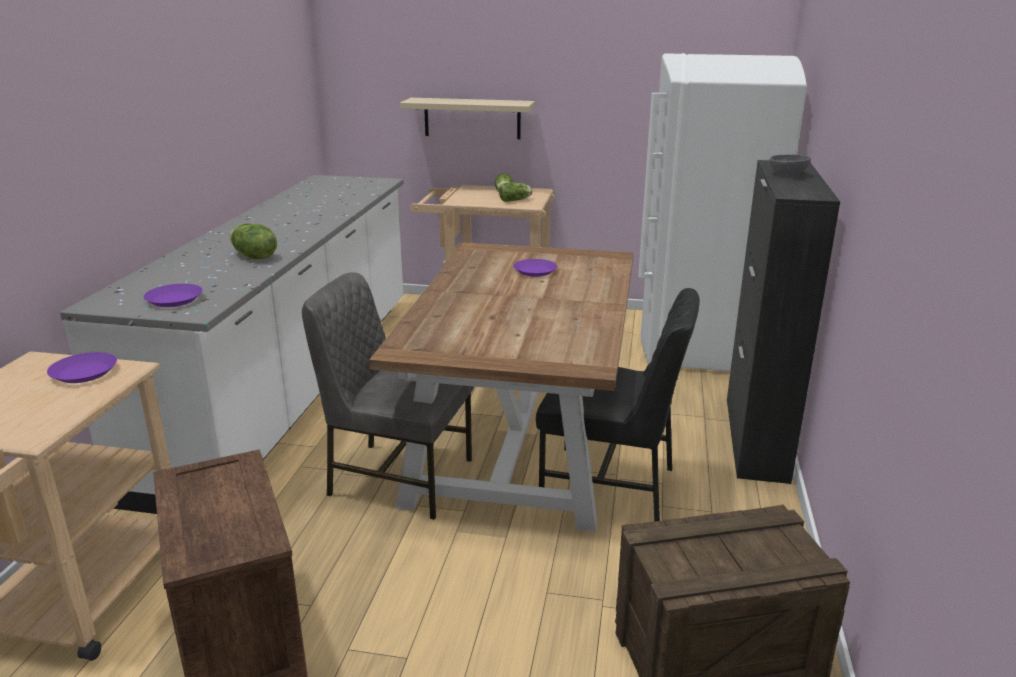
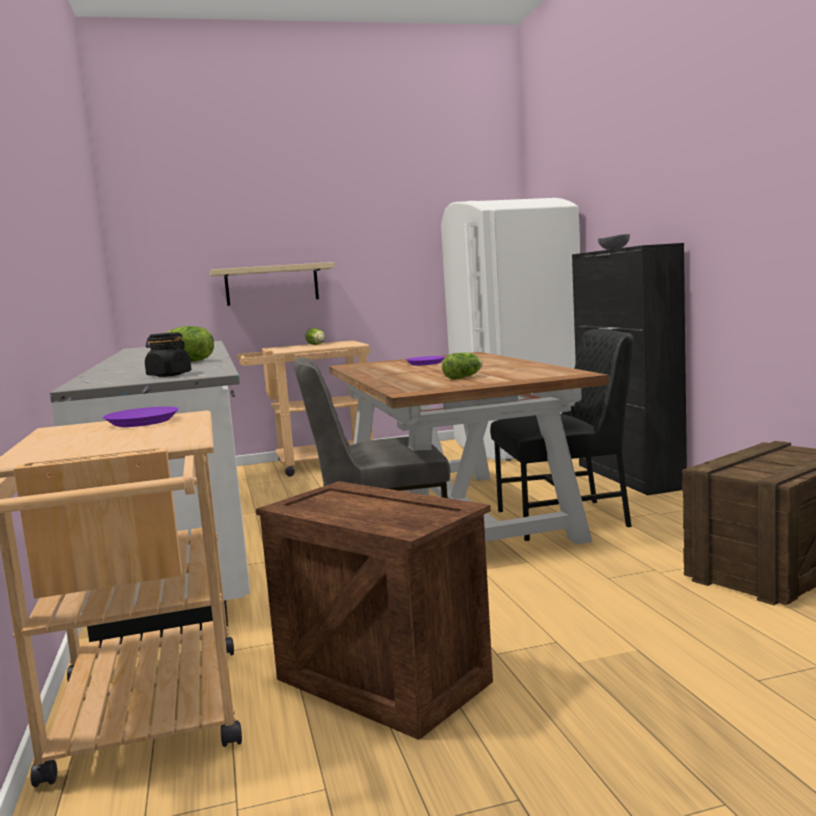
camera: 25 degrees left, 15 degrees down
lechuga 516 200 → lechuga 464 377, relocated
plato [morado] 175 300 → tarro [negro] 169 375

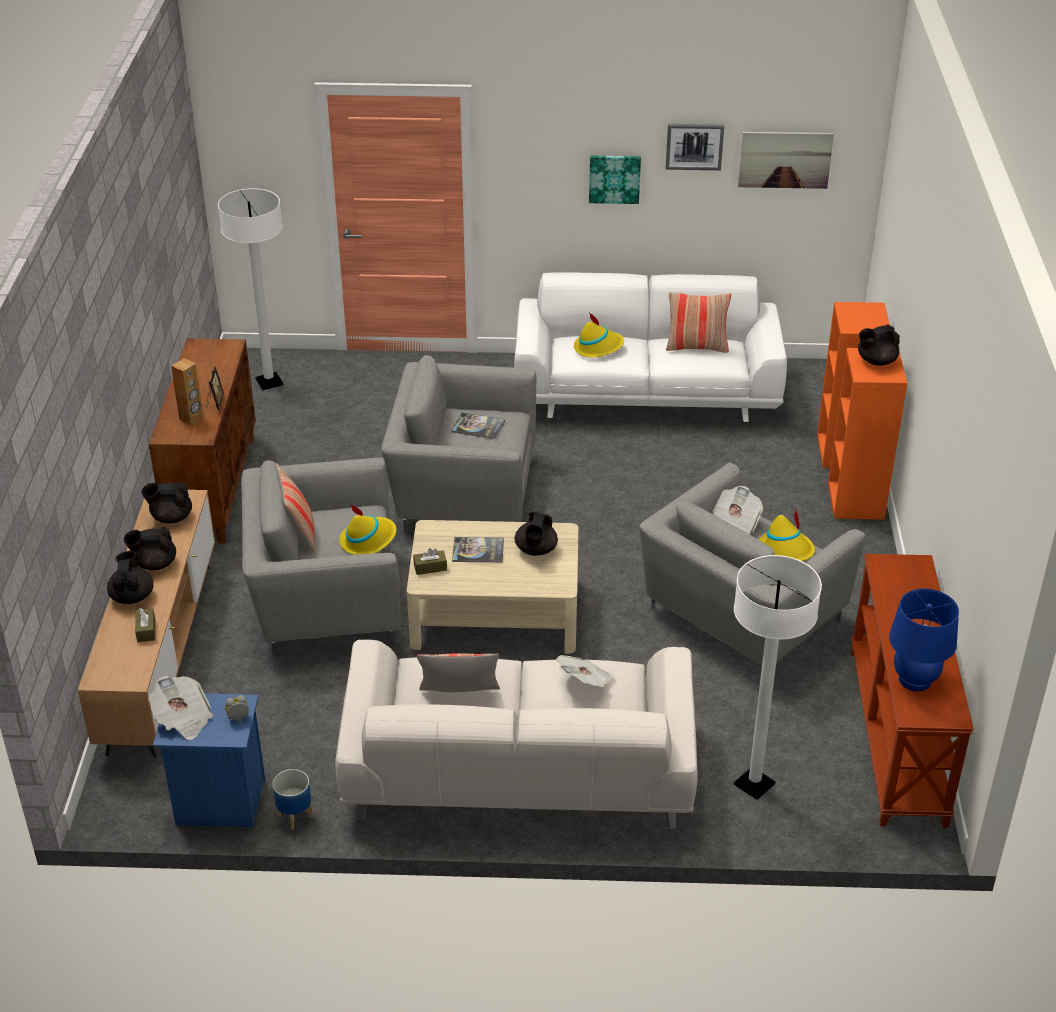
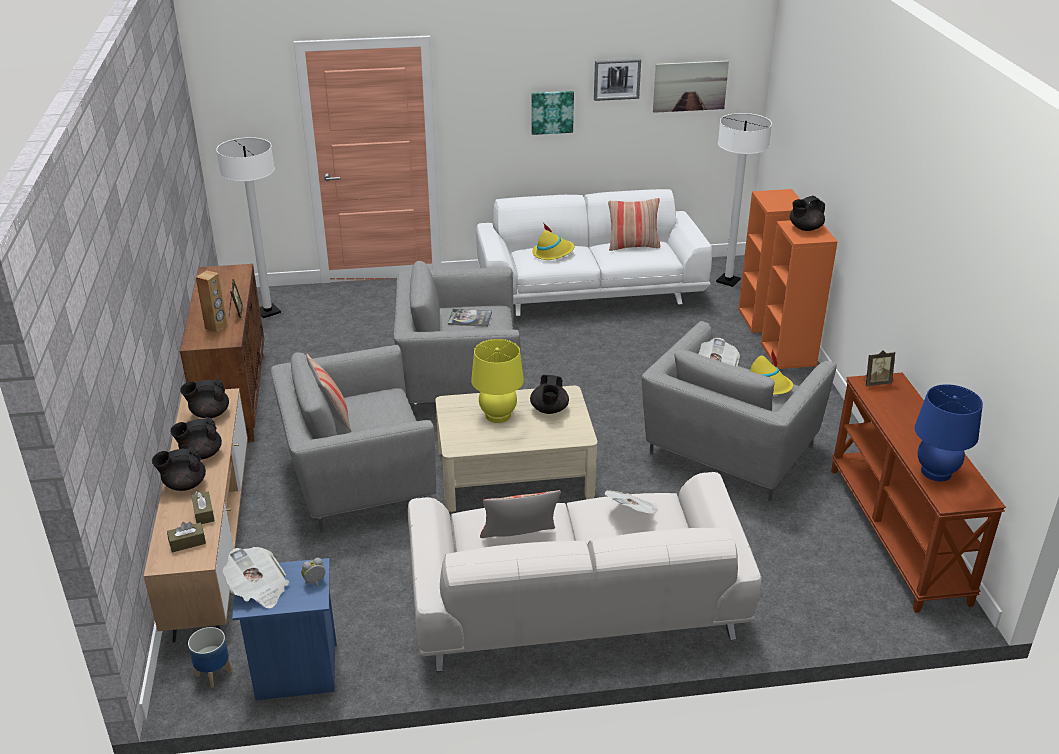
camera: 10 degrees left, 5 degrees down
sombrero [amarillo] 368 540 → -
- → portarretratos 875 382
maceta 294 816 → maceta 213 674, relocated
caja de pañuelos [marrón] 430 567 → caja de pañuelos [marrón] 187 542, relocated
lámpara de pie [blanco] 754 784 → lámpara de pie [blanco] 728 281, relocated
libro 478 550 → lámpara de mesa [amarillo] 498 415
tetera [negro] 132 596 → tetera [negro] 184 484, 90 degrees counterclockwise

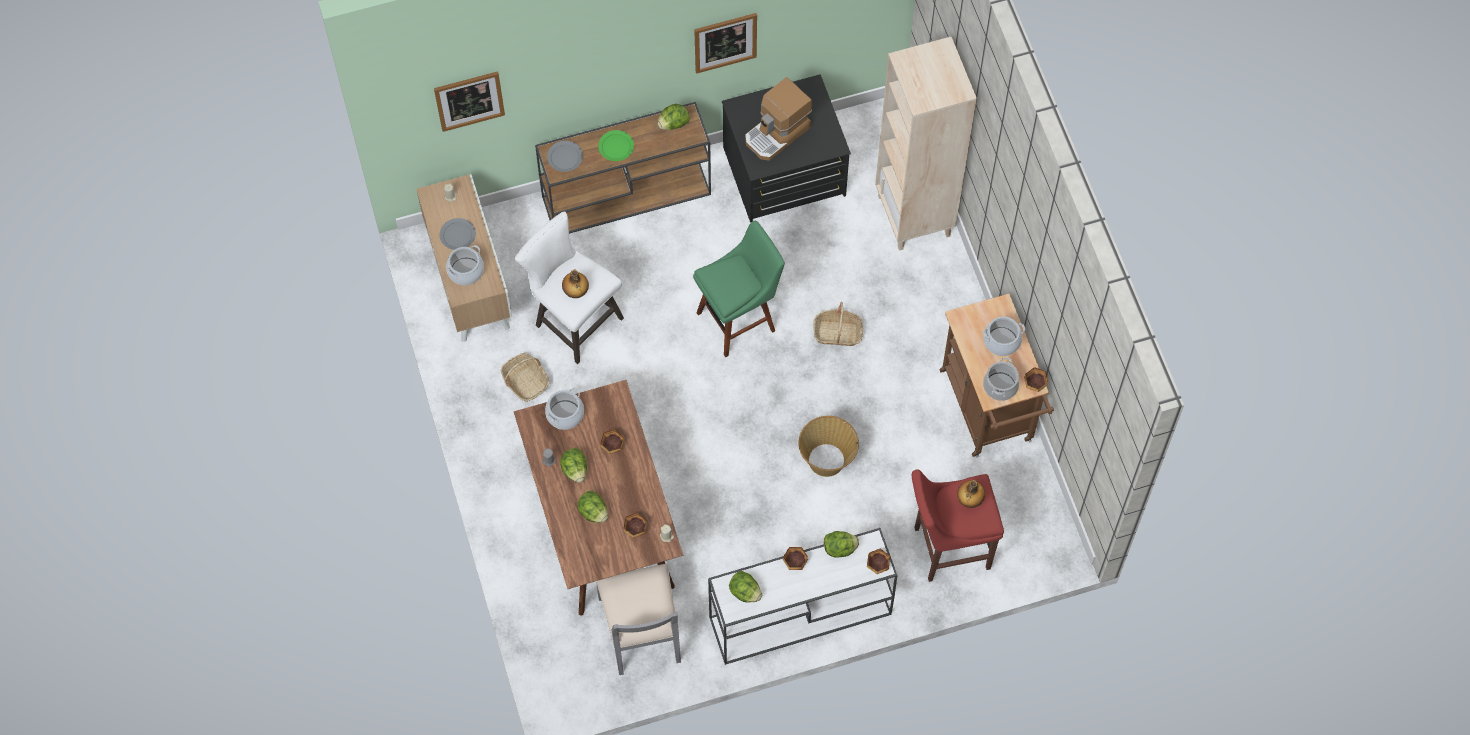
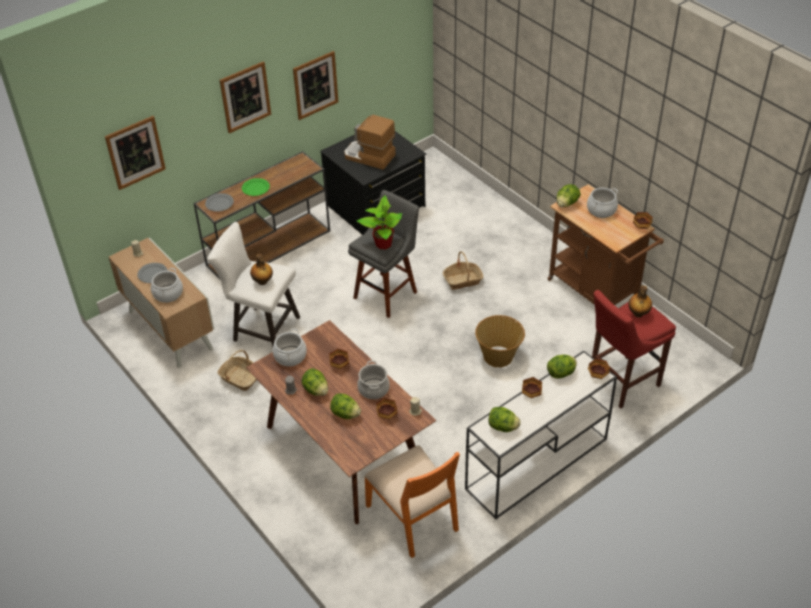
camera: 20 degrees left, 20 degrees down
estantería [beis] 915 216 → -
- → cuadro 245 97
- → planta en maceta 383 244
lechuga 673 124 → lechuga 566 204, relocated
olla 1000 386 → olla 374 389, relocated
silla [gris] 641 629 → silla [naranja] 413 517
taburete [verde] 739 319 → taburete [gris] 387 293
cafetera 777 134 → cafetera 369 157, 90 degrees clockwise

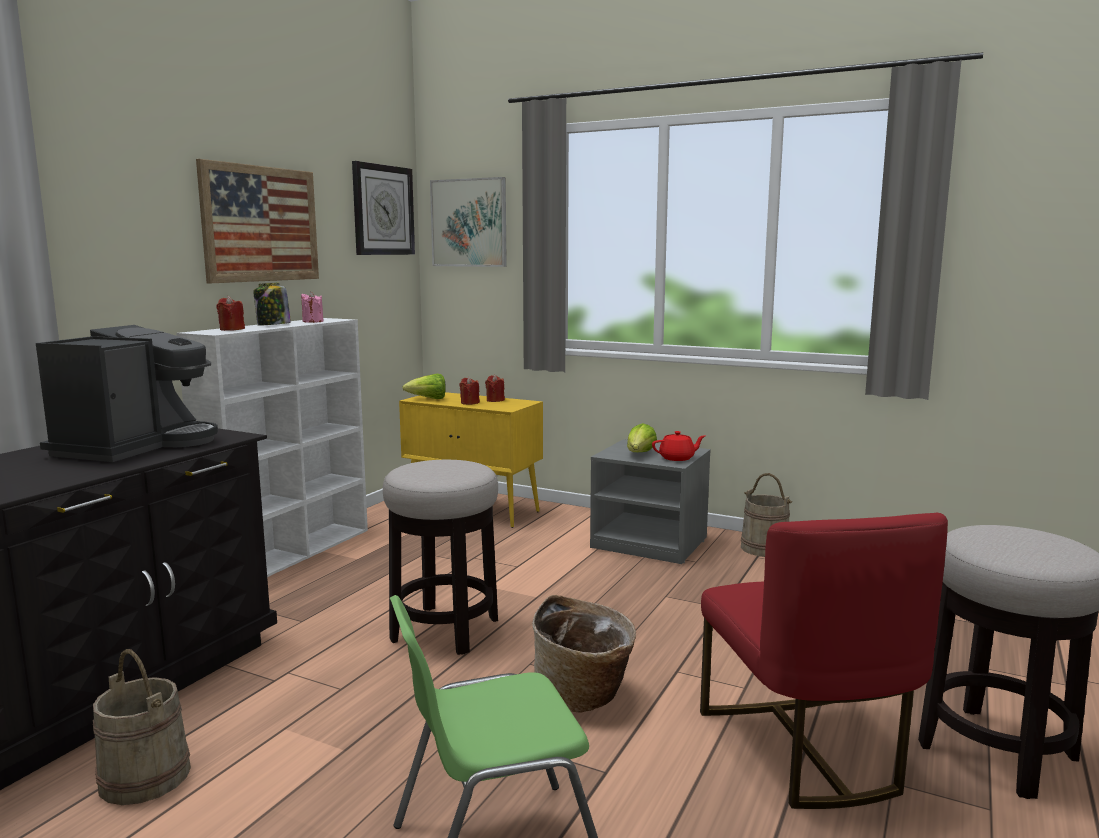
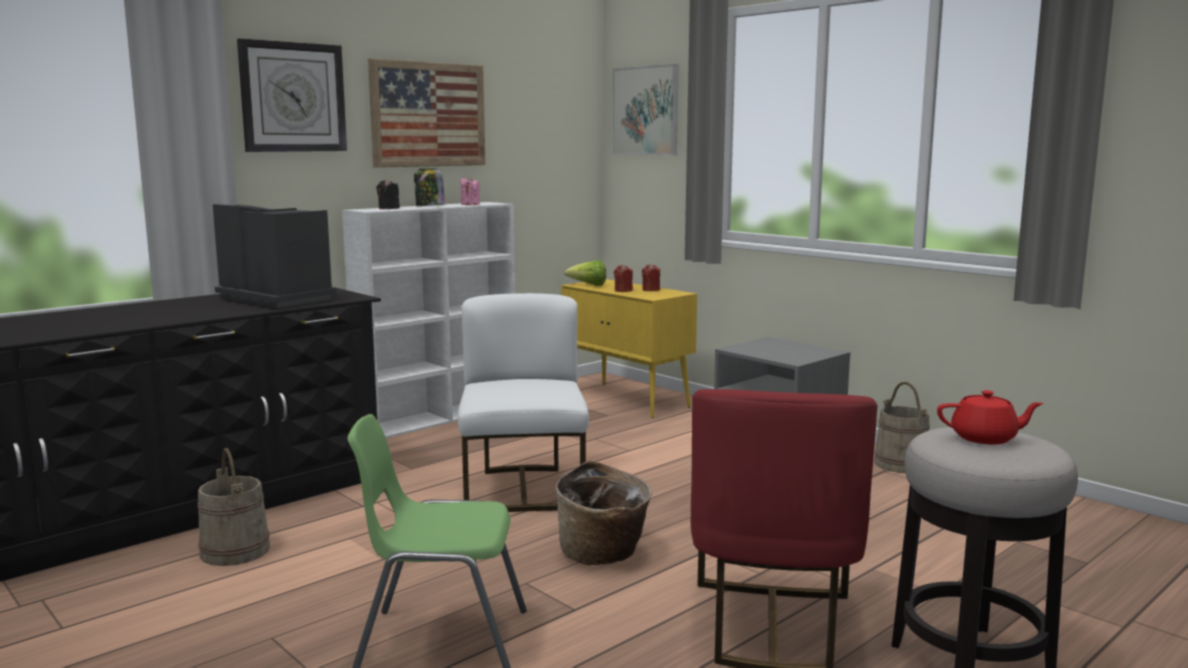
camera: 20 degrees right, 0 degrees up
lechuga 640 454 → -
reloj de pared 383 210 → reloj de pared 293 97, relocated
tetera [rojo] 677 458 → tetera [rojo] 985 438, relocated
taburete 445 630 → silla [blanco] 524 490
vela [rojo] 231 329 → vela [negro] 388 208
cafetera 137 445 → cafetera 277 299, 90 degrees counterclockwise

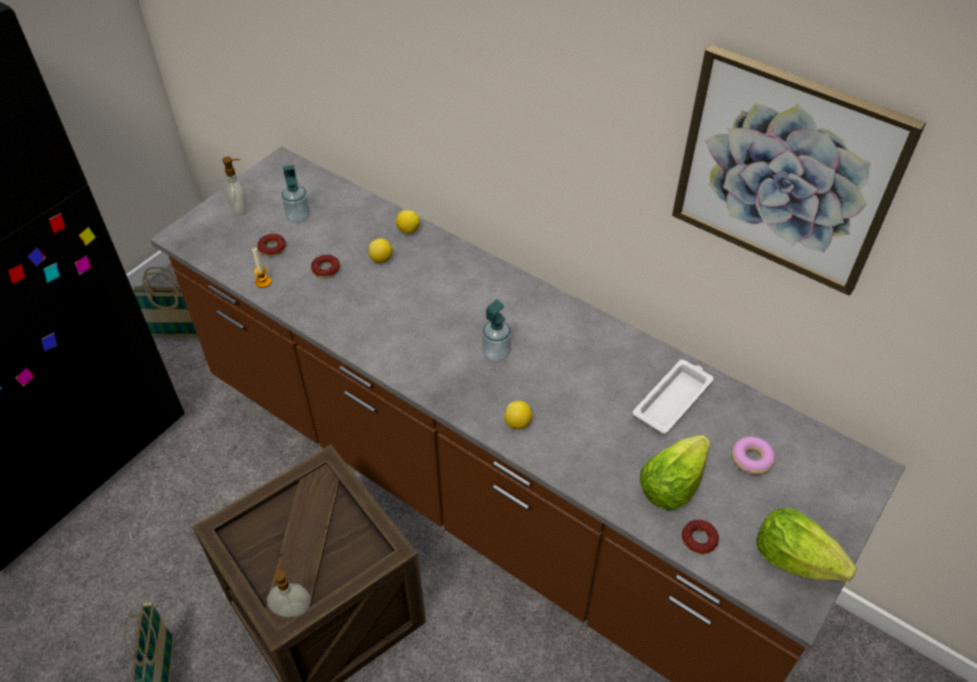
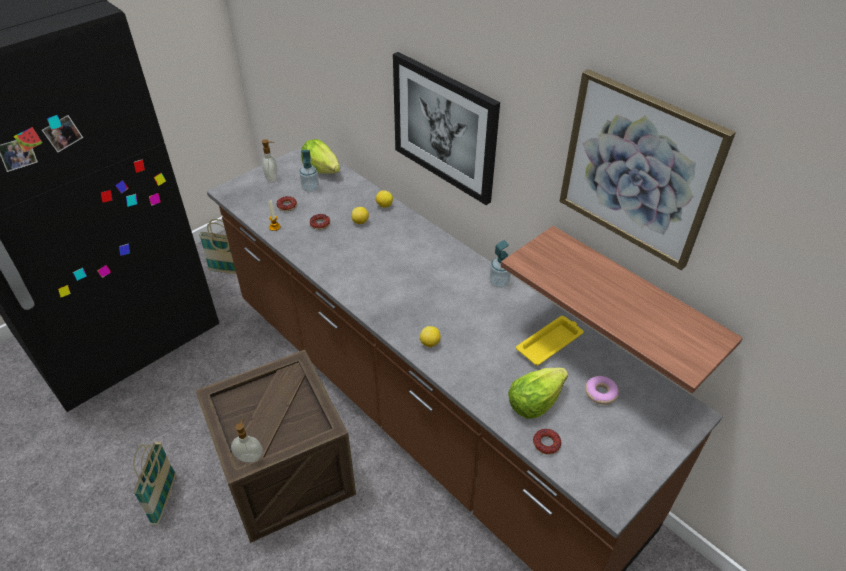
camera: 10 degrees right, 5 degrees down
- → cuadro 444 127
- → estante 632 300
dispensador de jabón 496 353 → dispensador de jabón 499 282, relocated
lechuga 794 558 → lechuga 321 169, relocated
bandeja [blanco] 673 399 → bandeja [amarillo] 550 343

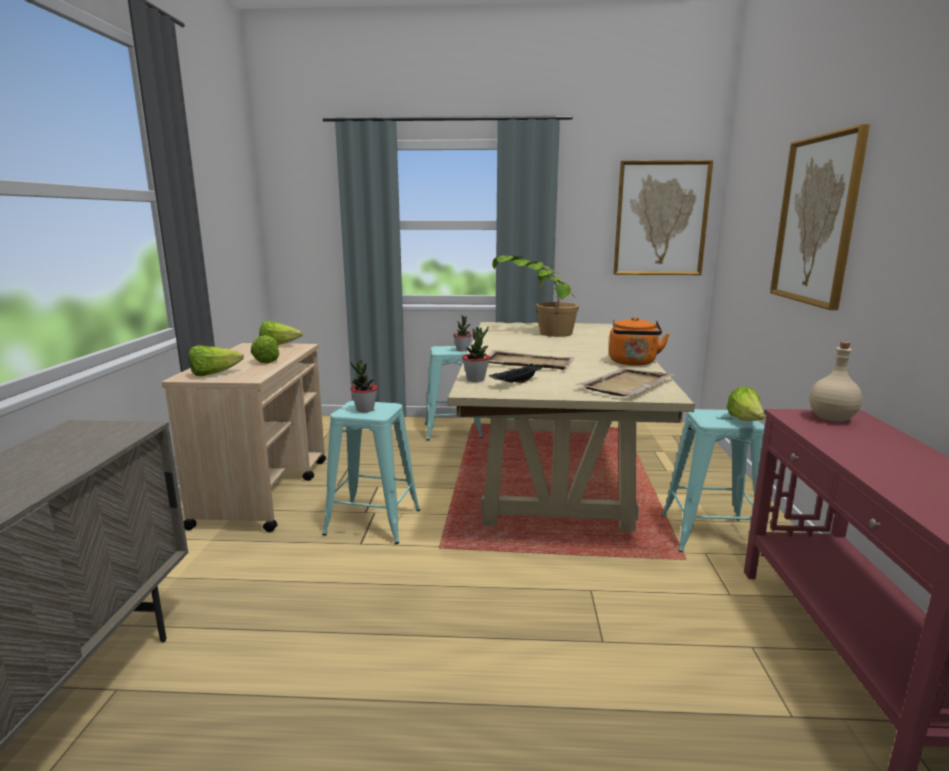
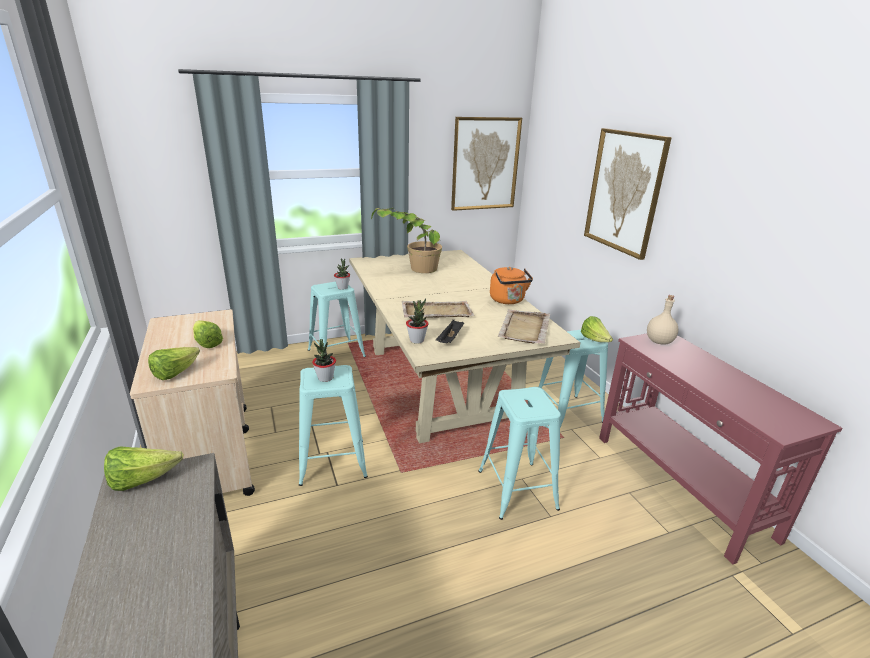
camera: 25 degrees left, 10 degrees up
- → taburete [turquesa] 517 489
lechuga 279 345 → lechuga 142 480, relocated

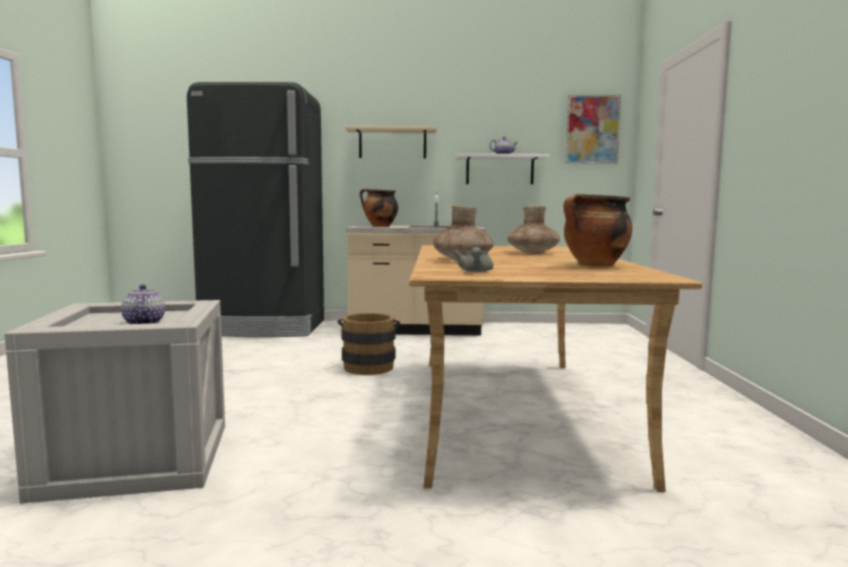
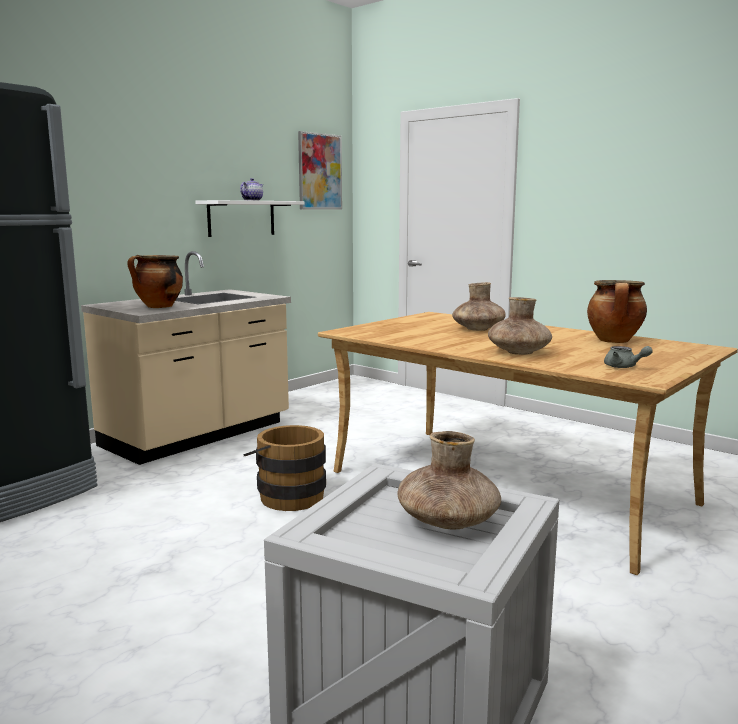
camera: 50 degrees left, 5 degrees up
estante [beis] 392 144 → -
tetera 143 323 → florero [marrón] 448 521

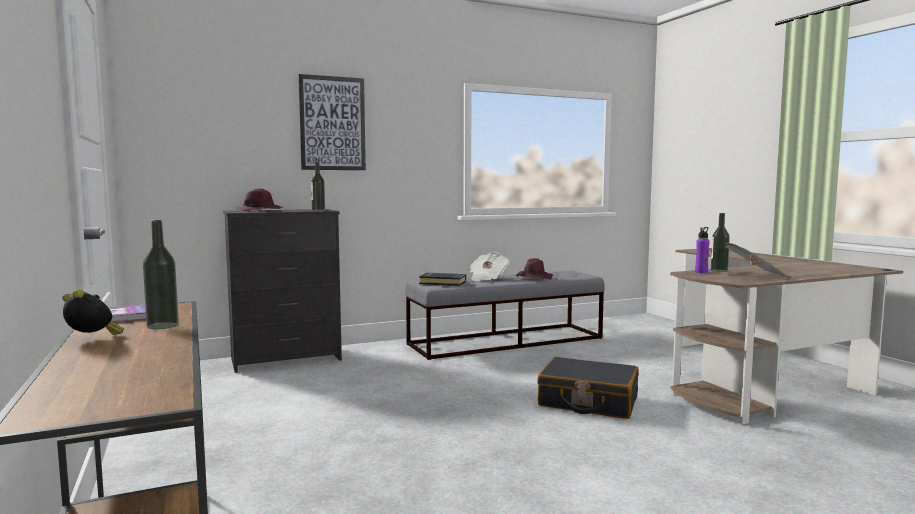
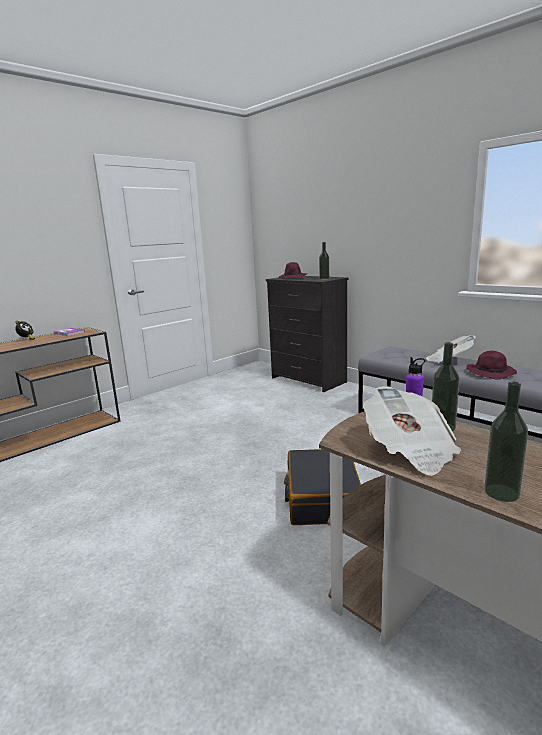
camera: 70 degrees right, 10 degrees up
cuadro 332 123 → -
libro [negro] 443 283 → -
botella 162 325 → botella 501 492, relocated

